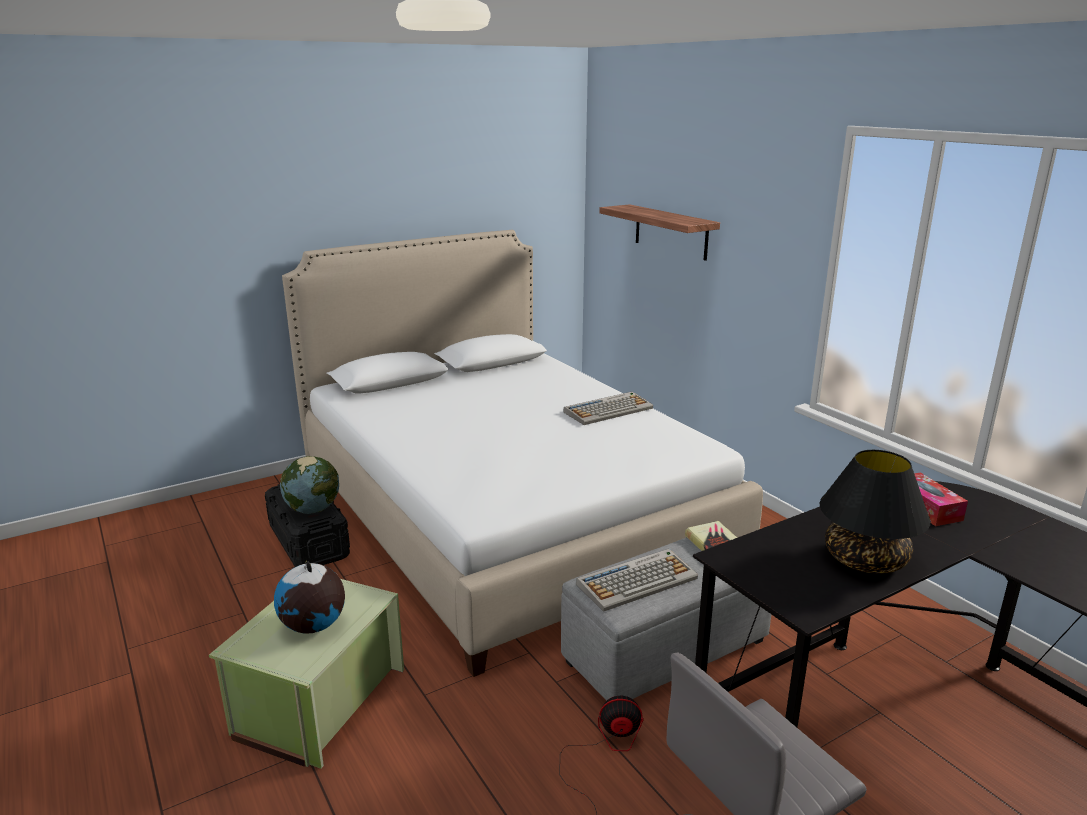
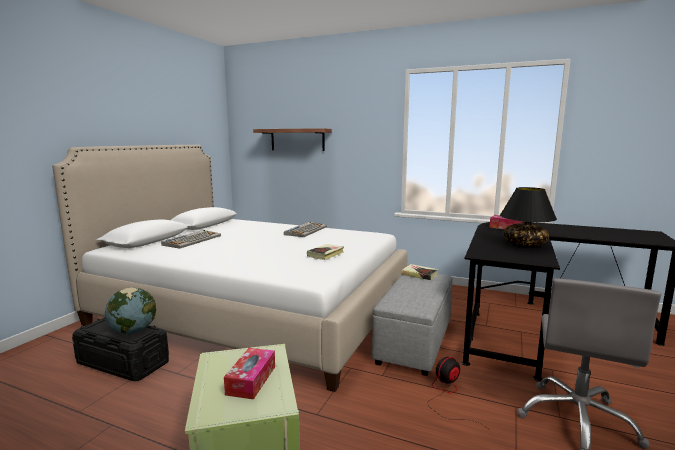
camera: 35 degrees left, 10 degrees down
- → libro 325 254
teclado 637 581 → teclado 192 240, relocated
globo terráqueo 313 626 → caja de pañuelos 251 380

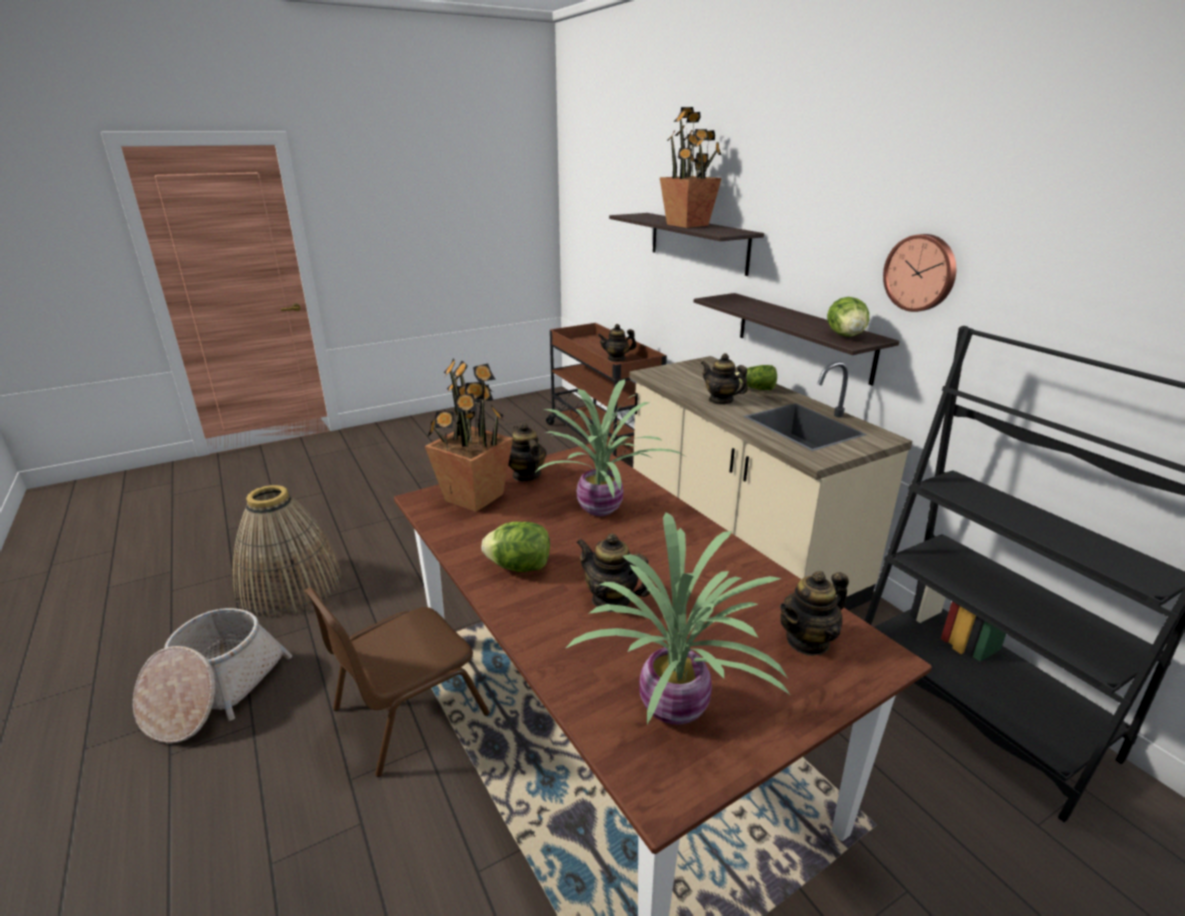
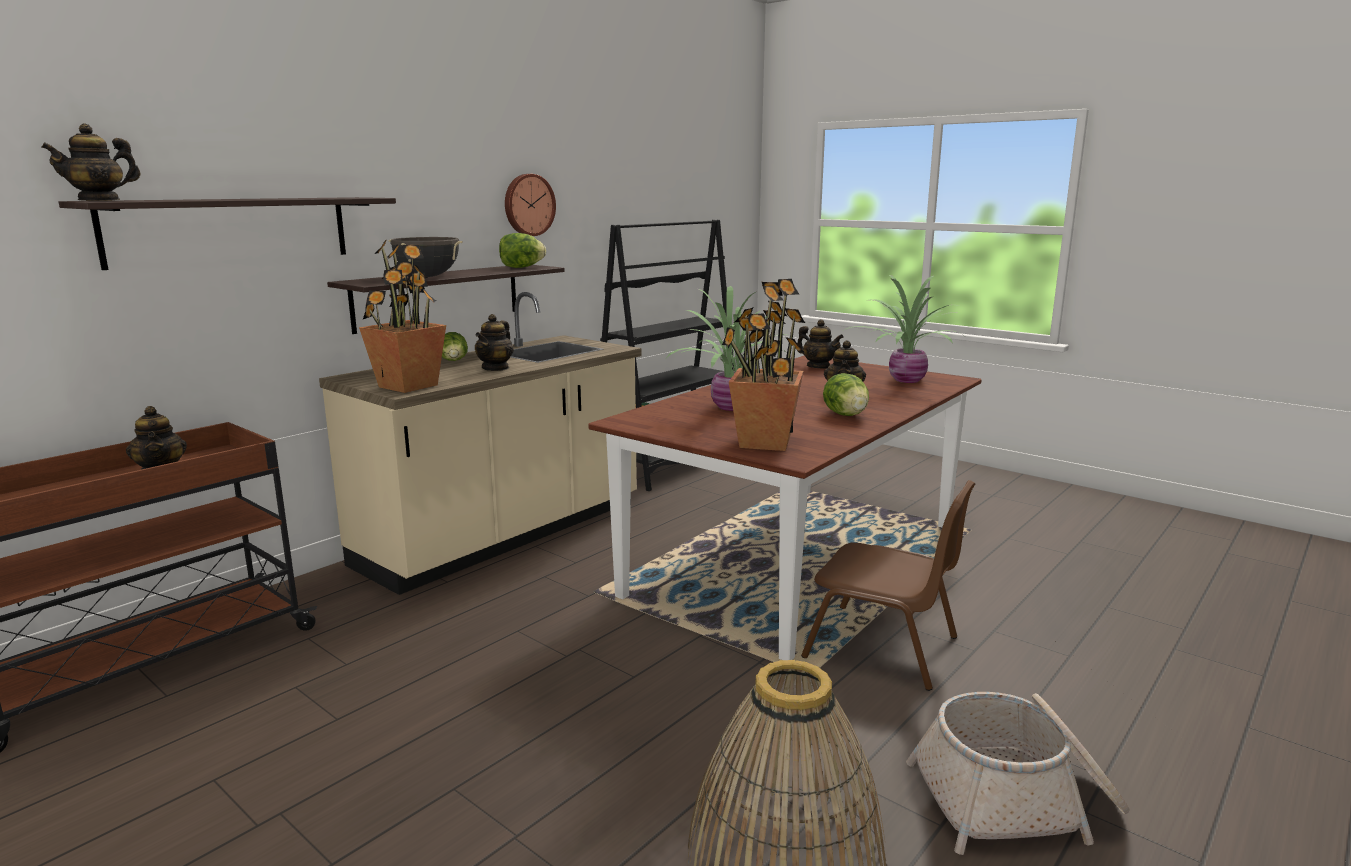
camera: 110 degrees left, 10 degrees down
- → olla [negro] 428 276
tetera 526 475 → tetera 99 200, relocated
planta en maceta 688 225 → planta en maceta 409 386, relocated

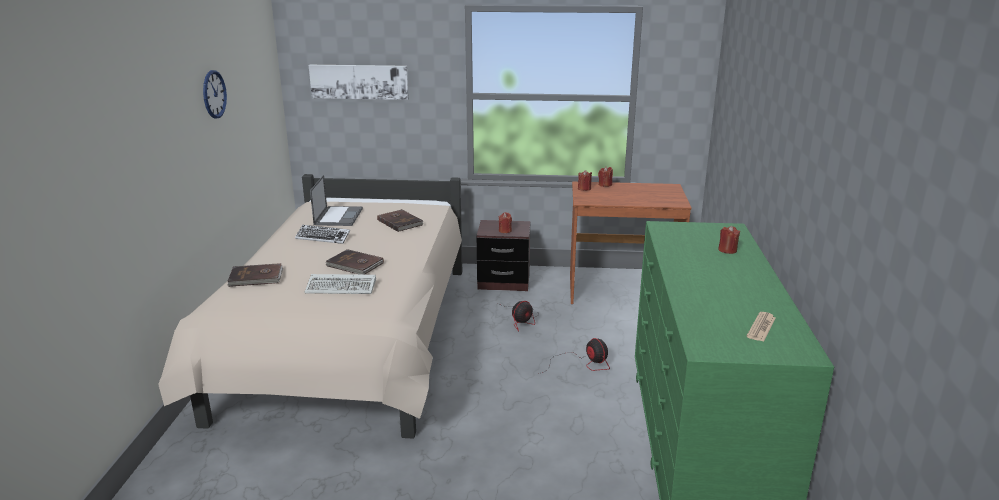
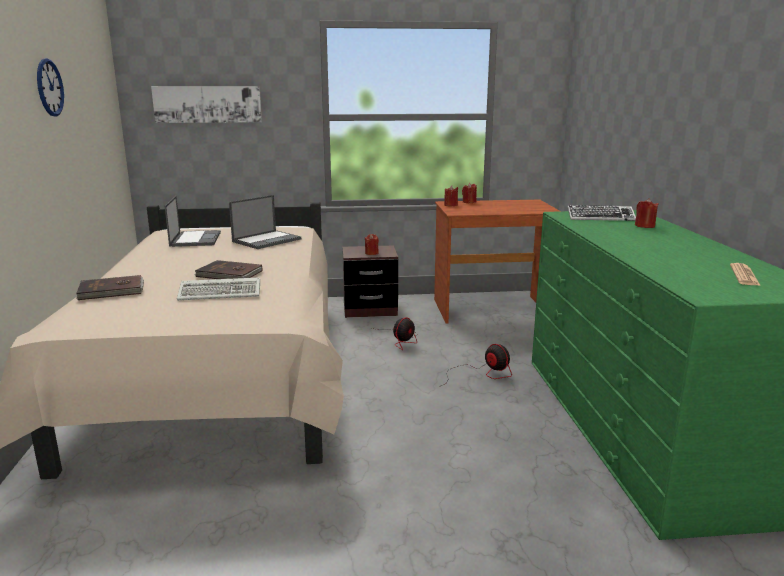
camera: 10 degrees left, 5 degrees down
teclado 323 237 → teclado 600 217, relocated
libro [marrón] 400 222 → portátil 267 240

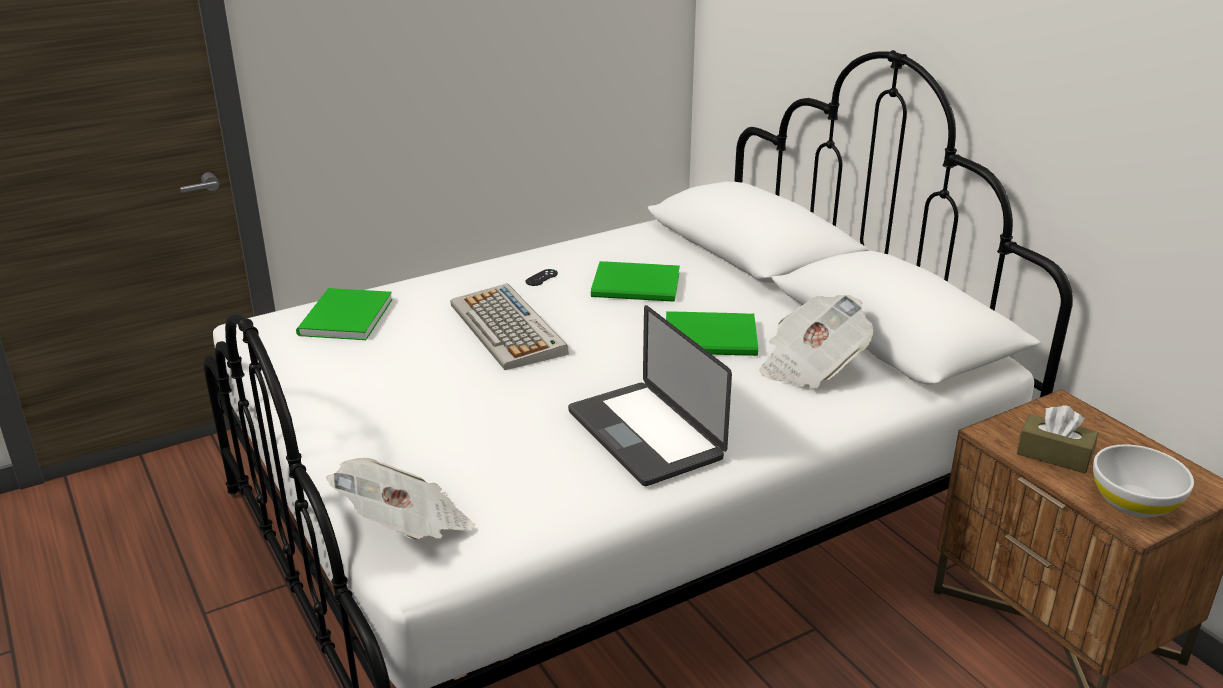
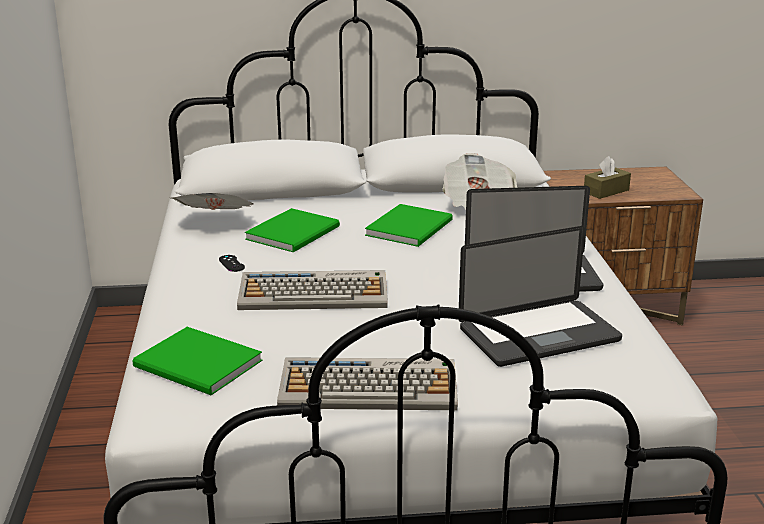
camera: 65 degrees left, 5 degrees down
cuenco [blanco] 1134 502 → -
- → teclado 370 387
- → portátil 539 335
periódico 406 528 → periódico 216 223, relocated

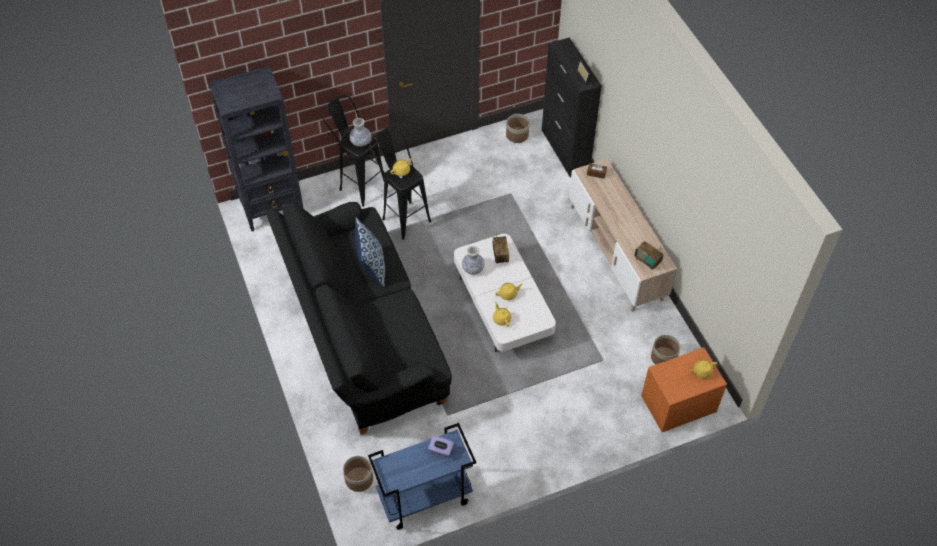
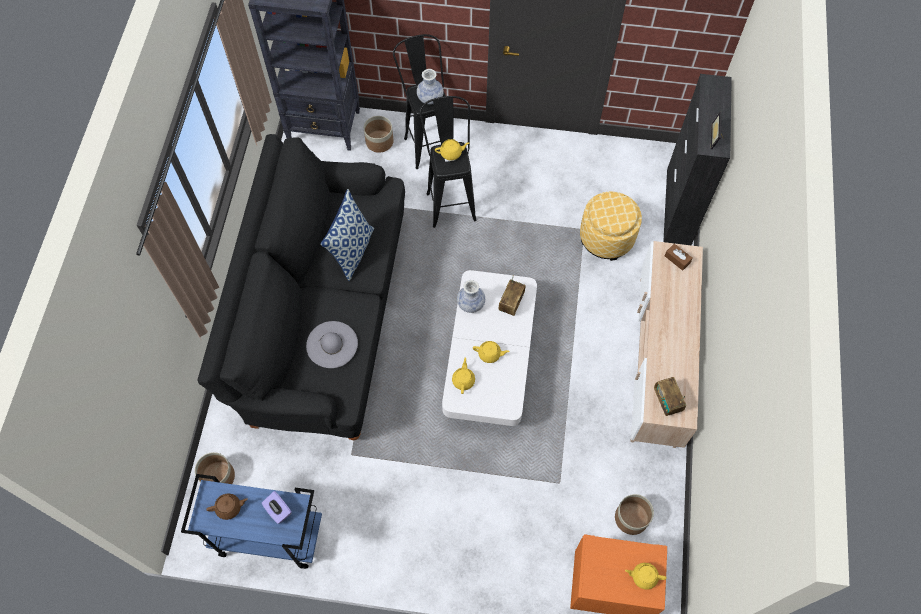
camera: 30 degrees right, 10 degrees up
- → tetera [marrón] 229 508
- → sombrero [gris] 332 344
- → puf 606 237
maceta 517 135 → maceta 379 141, relocated

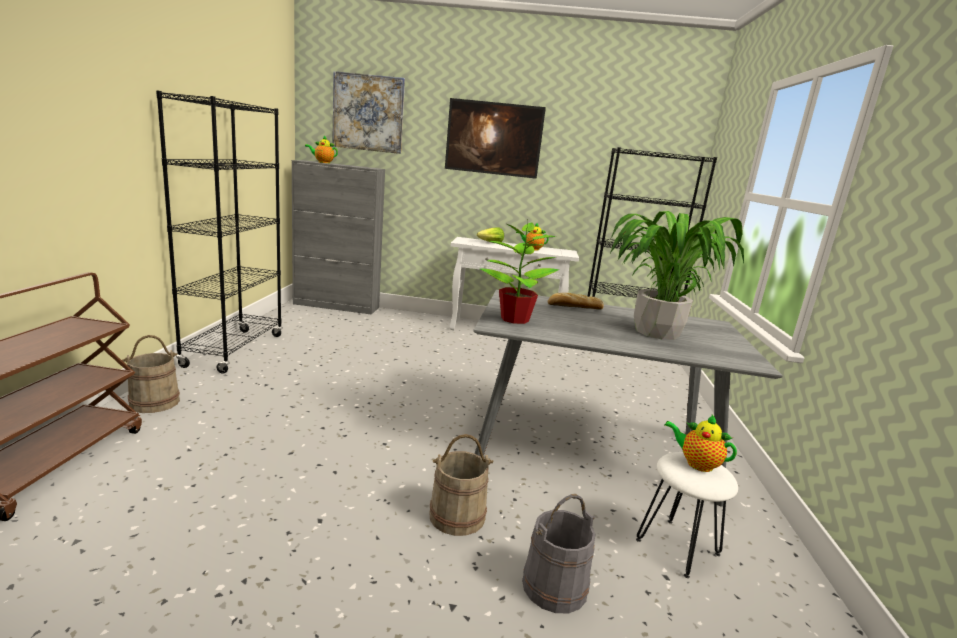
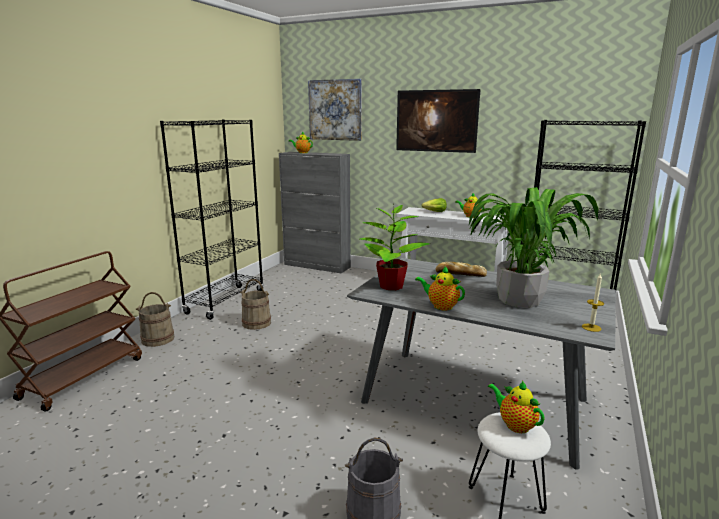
camera: 20 degrees right, 0 degrees up
- → tetera 440 306
- → vela 591 327
cubo [beis] 457 516 → cubo [beis] 256 323, relocated

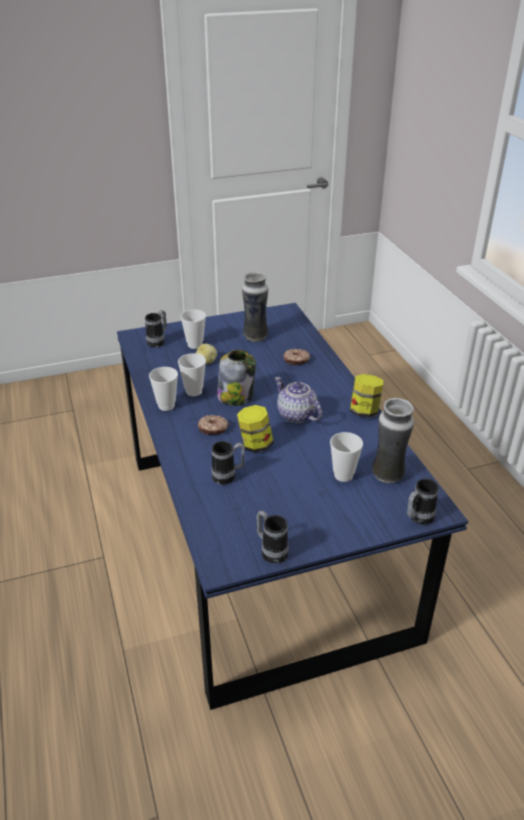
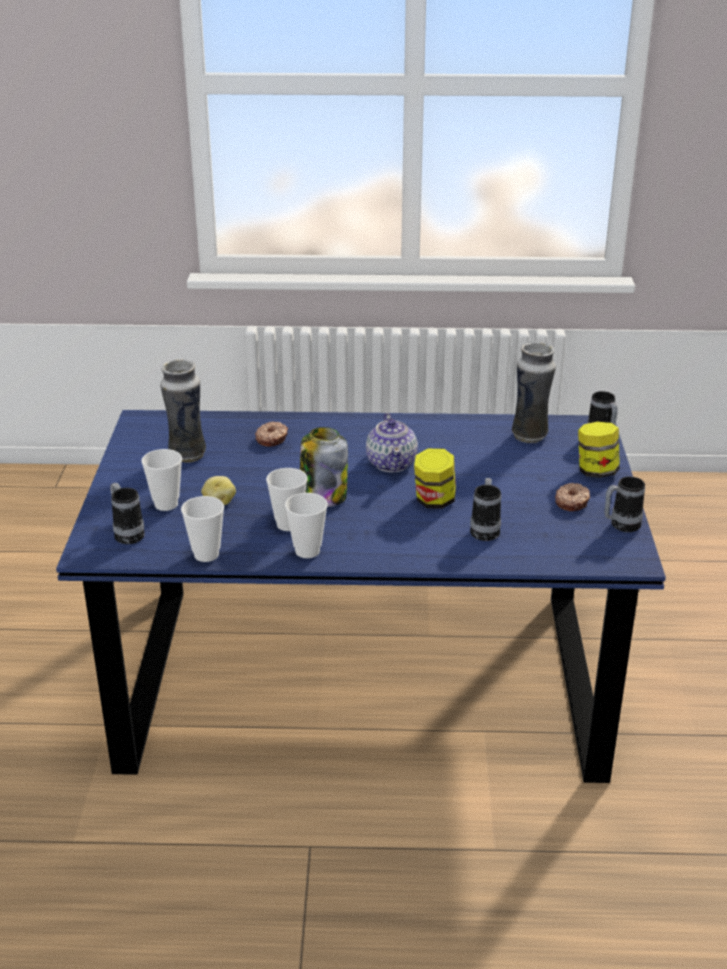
camera: 70 degrees left, 5 degrees down
rosquilla 213 429 → rosquilla 572 502, relocated
taza 343 475 → taza 206 555, relocated
tarro 364 411 → tarro 596 471, relocated
tetera 296 415 → tetera 392 463, 75 degrees counterclockwise

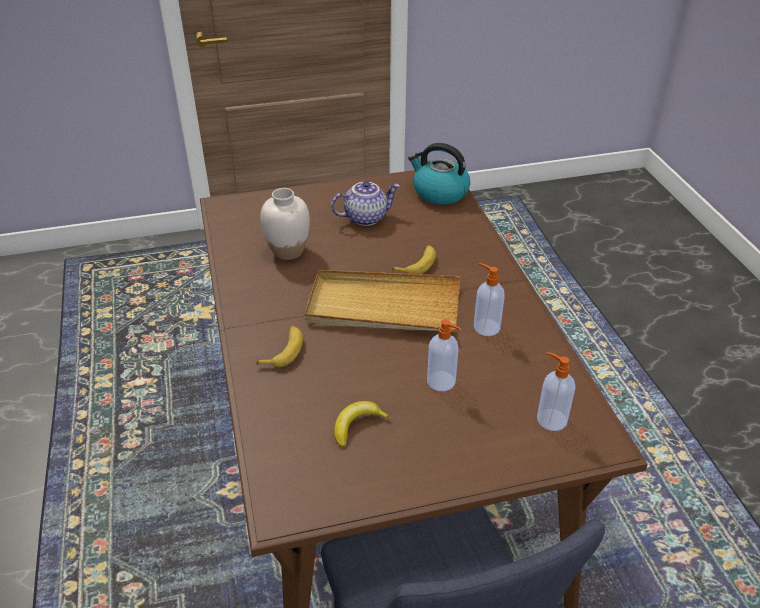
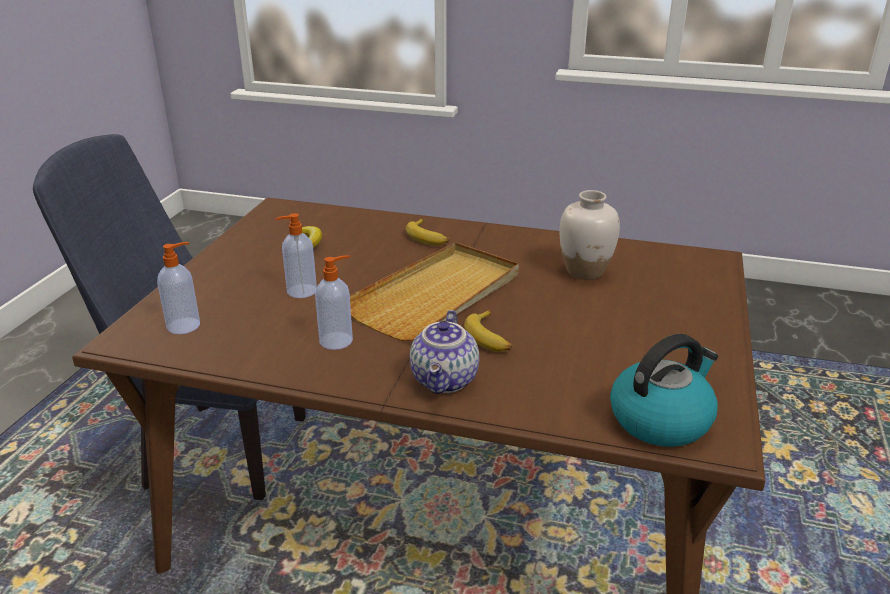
camera: 120 degrees right, 10 degrees down
tetera 365 217 → tetera 446 380, relocated

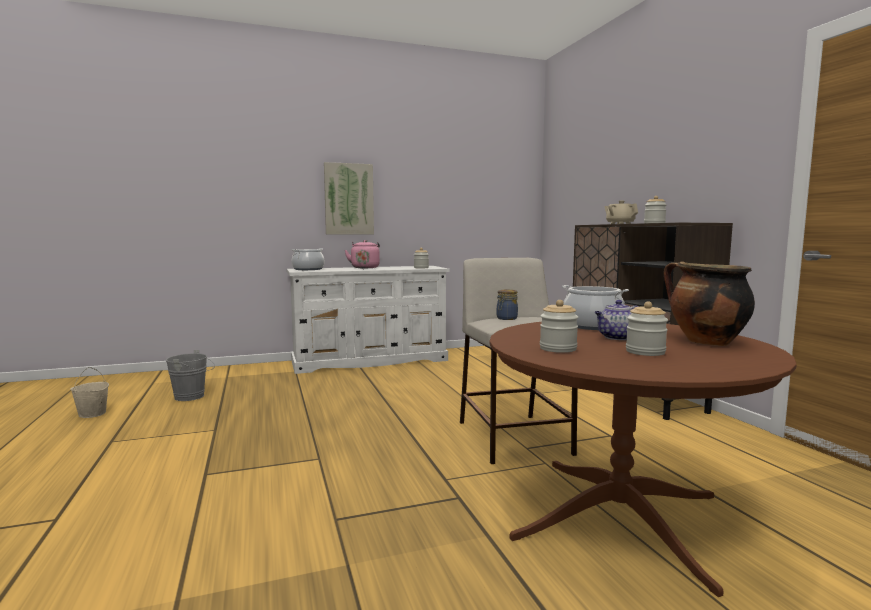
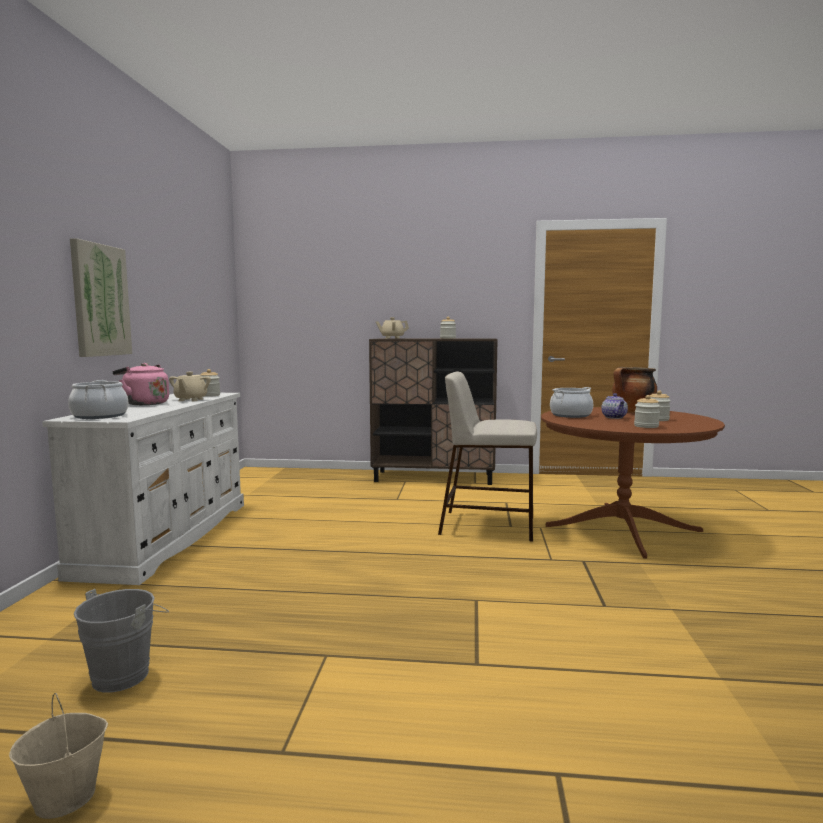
camera: 65 degrees left, 0 degrees up
tarro 506 318 → -
- → tetera [beis] 190 400

